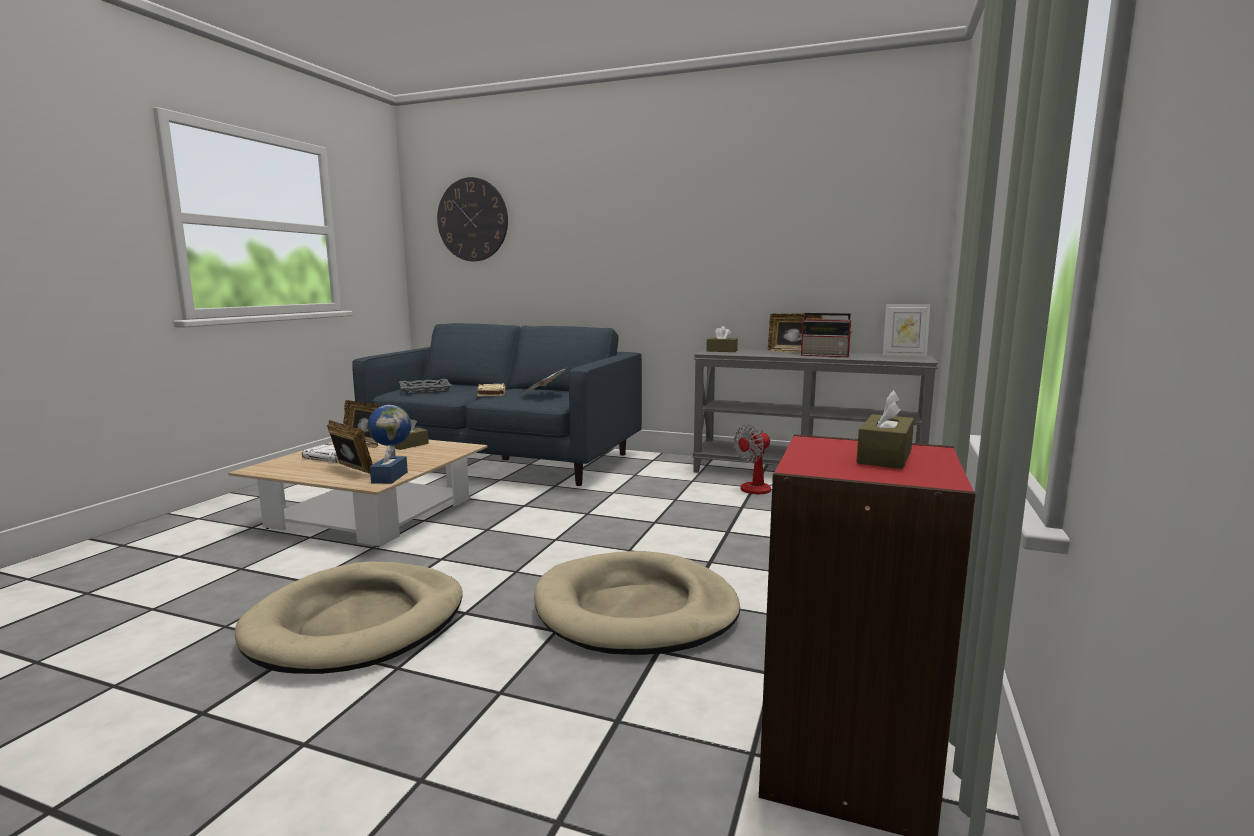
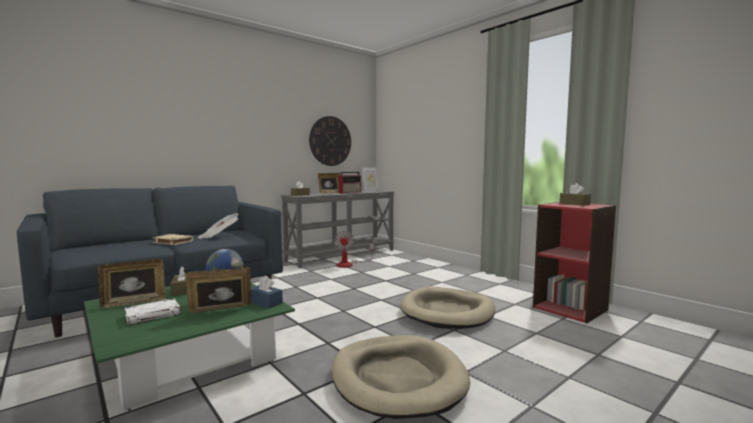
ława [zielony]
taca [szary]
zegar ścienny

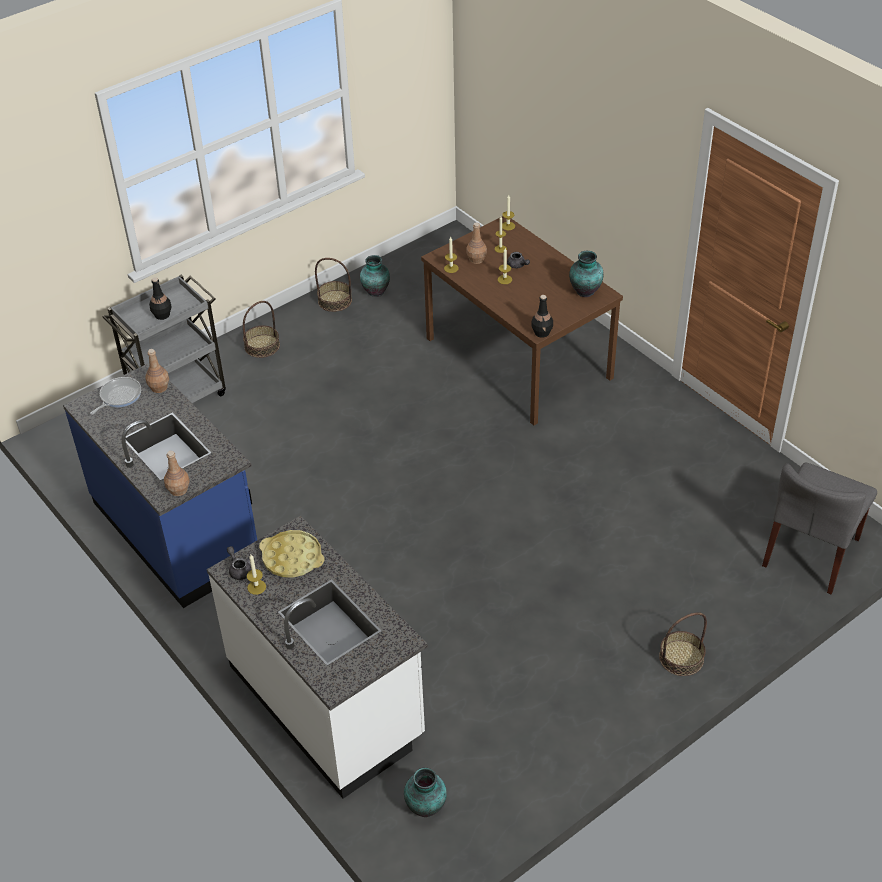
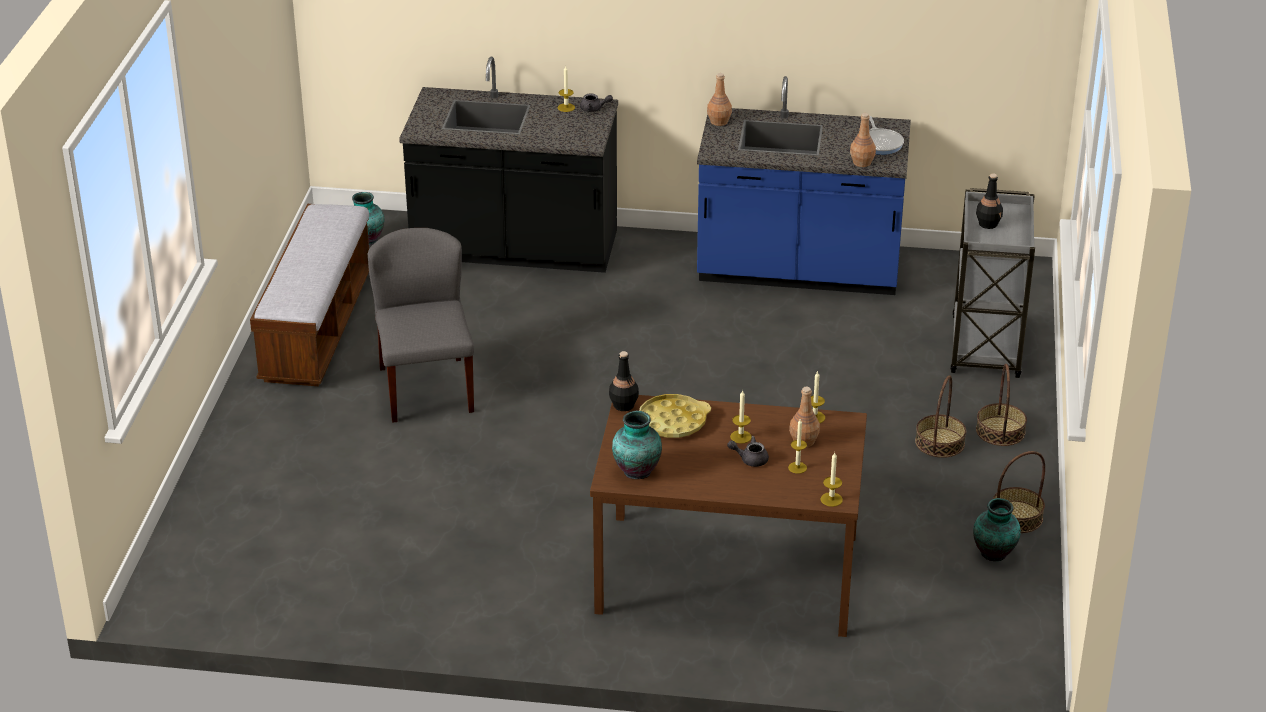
zabudowa kuchenna [czarny]
taca [żółty]
koszyk (1st from left)
krzesło [szary]
ławka

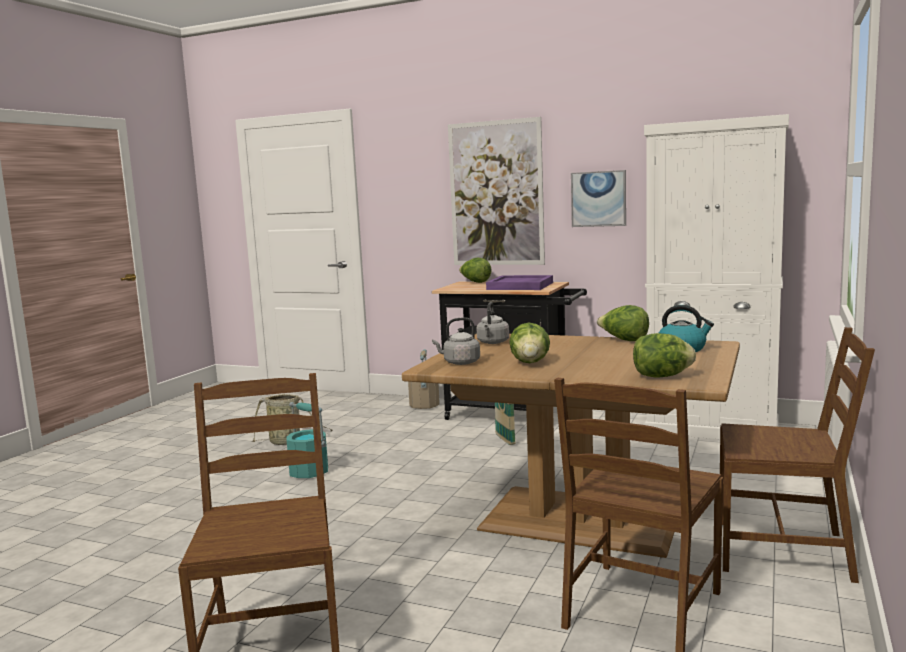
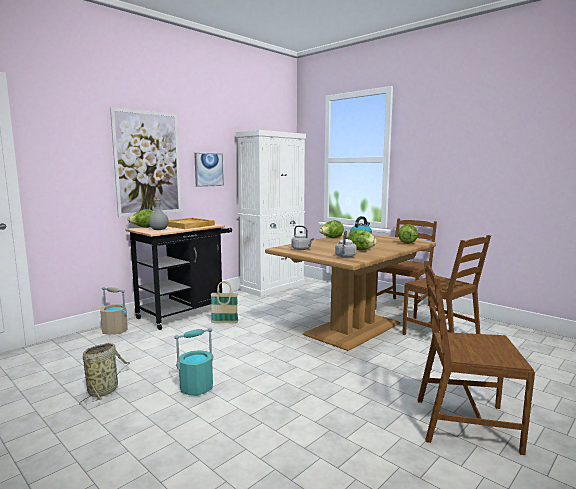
taca [beżowy]
butelka [szary]

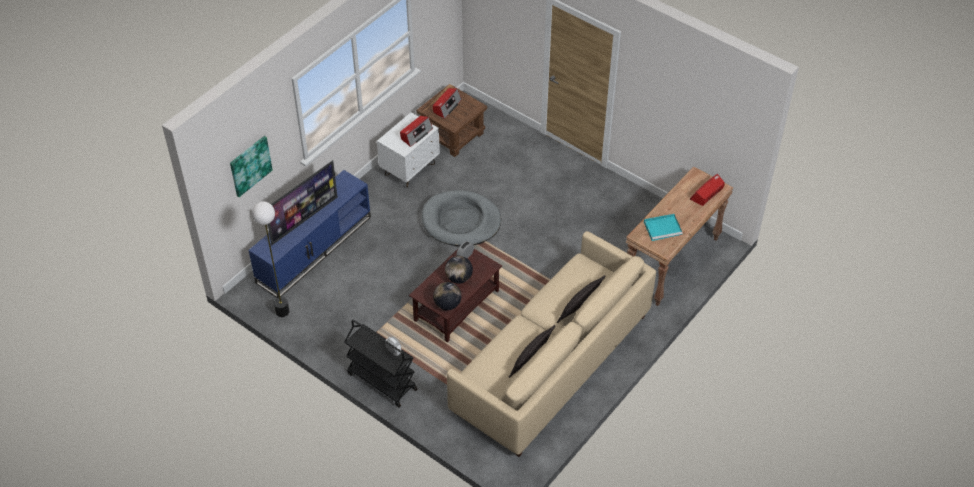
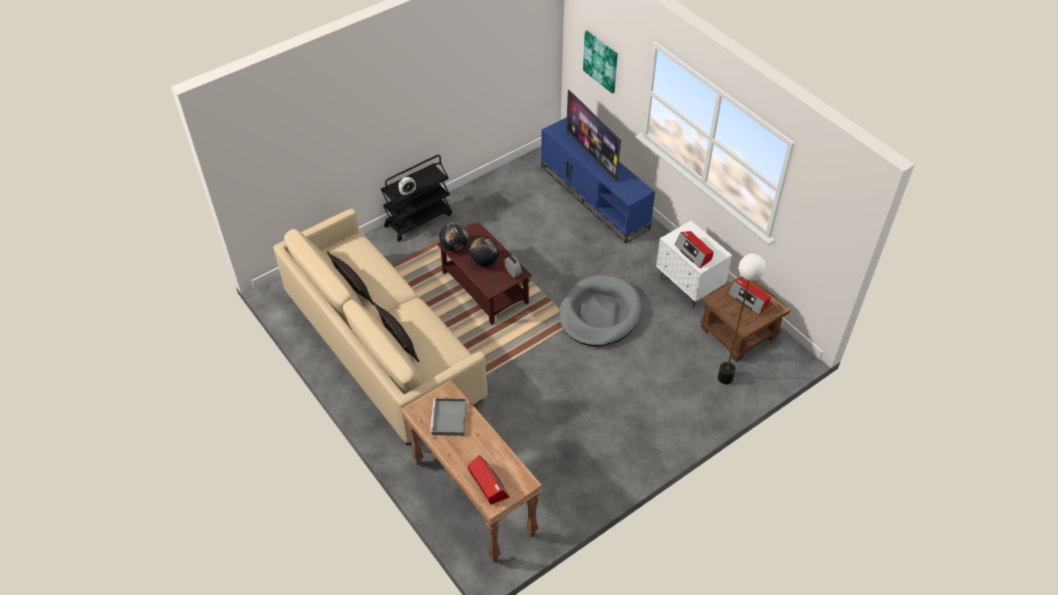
lampa stojąca
taca [szary]

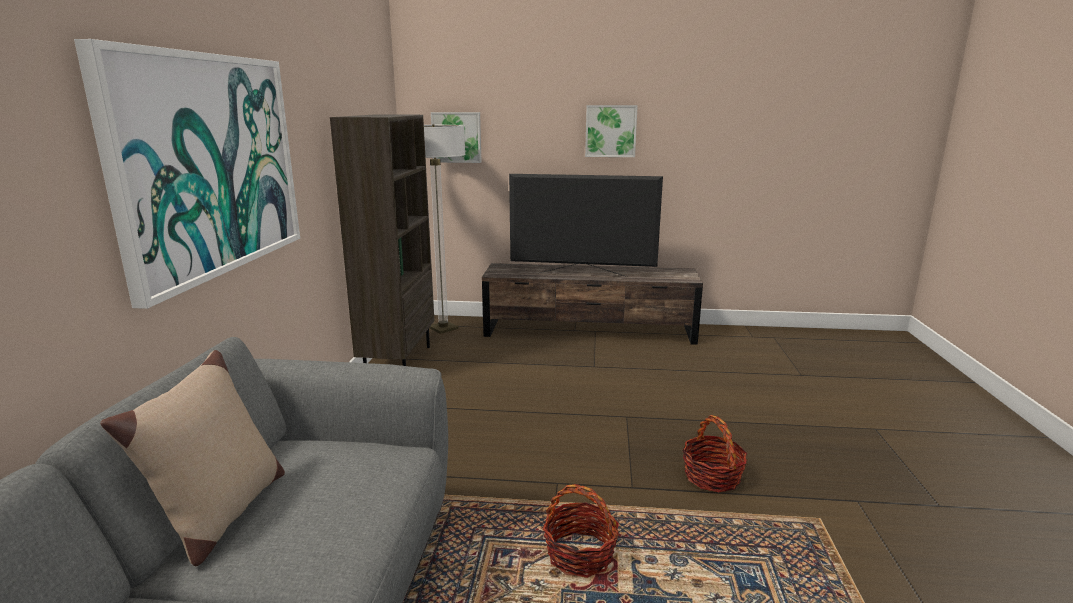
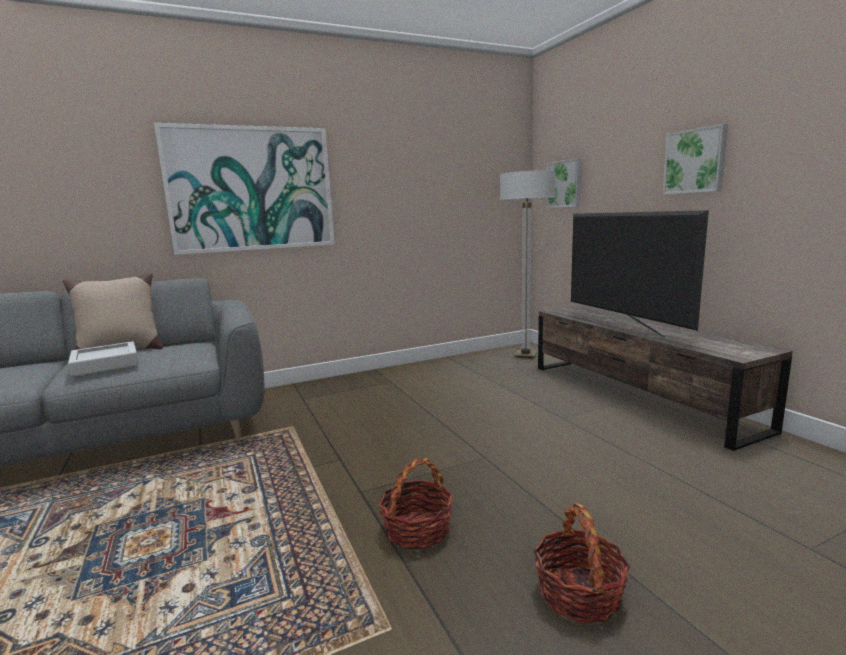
regał [brązowy]
koszyk (2nd from left)
taca [szary]

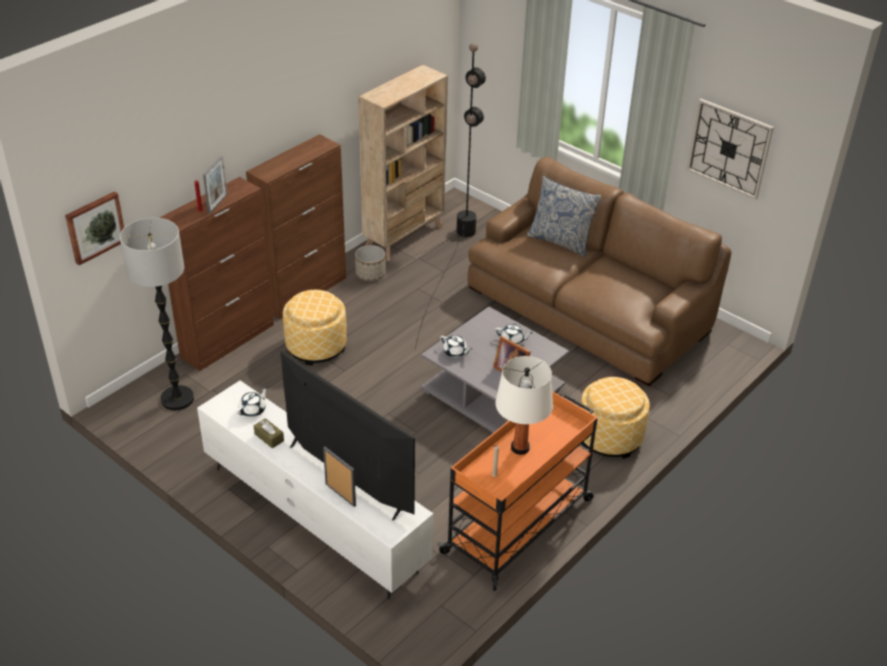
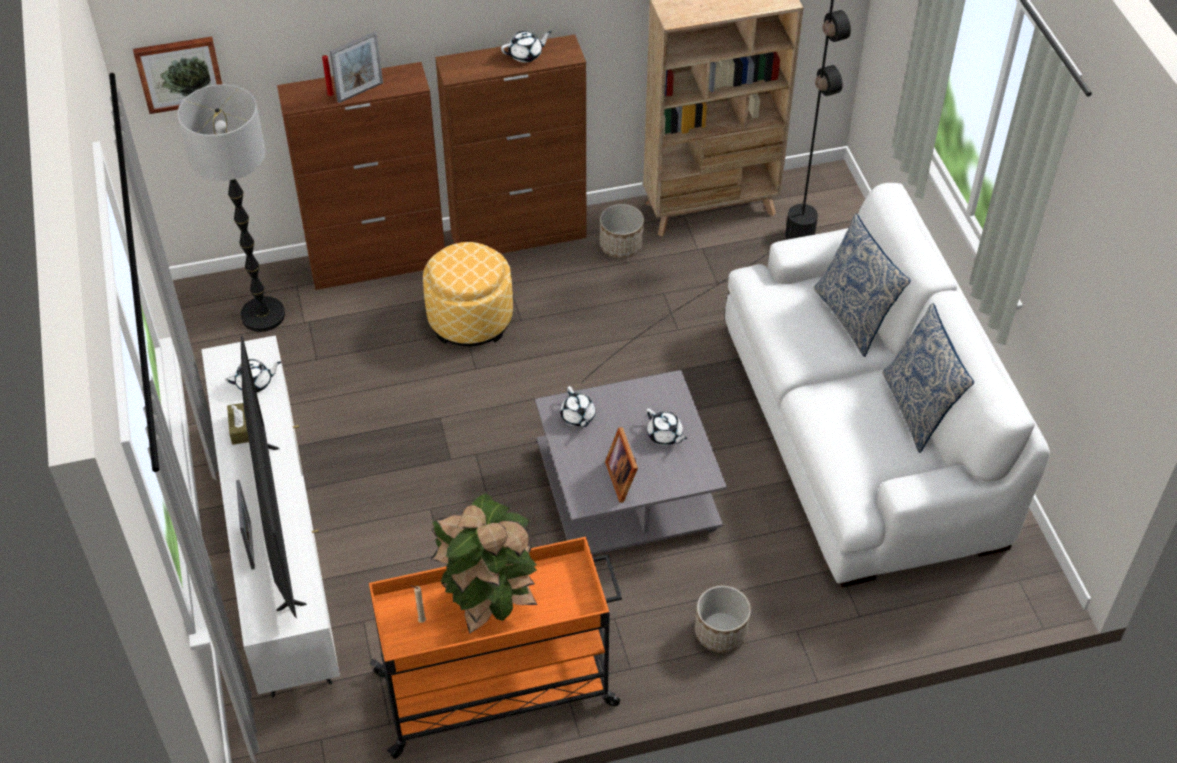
kanapa [biały]
roślina doniczkowa
donica (2nd from left)
zegar ścienny
imbryk [biały] (2nd from left)
poduszka (2nd from left)

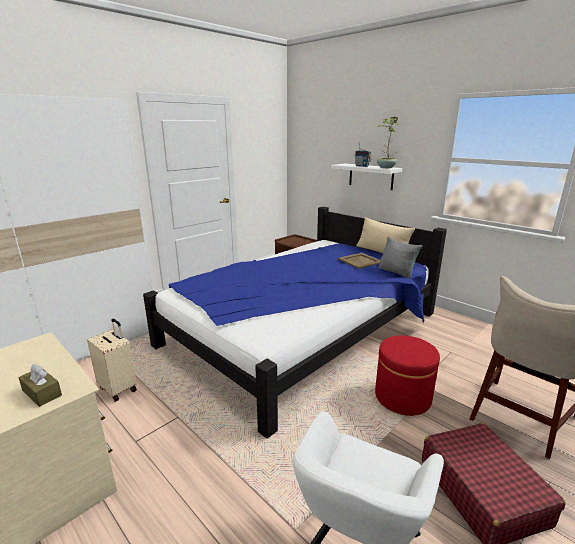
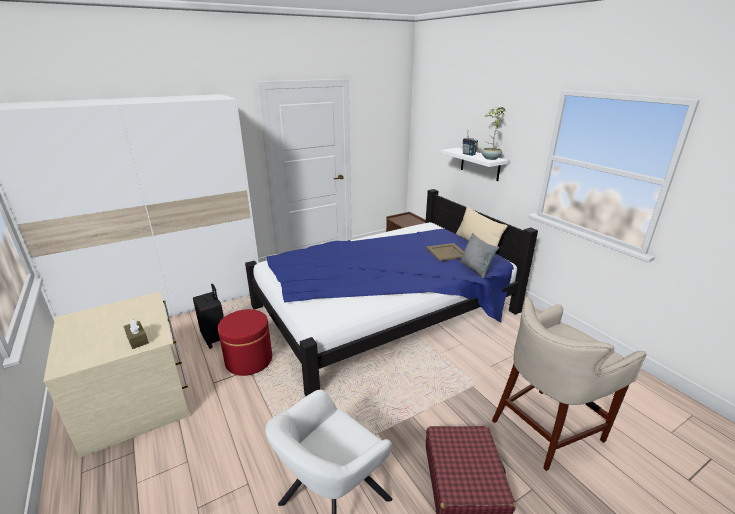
walizka [czarny]
pufa [czerwony]

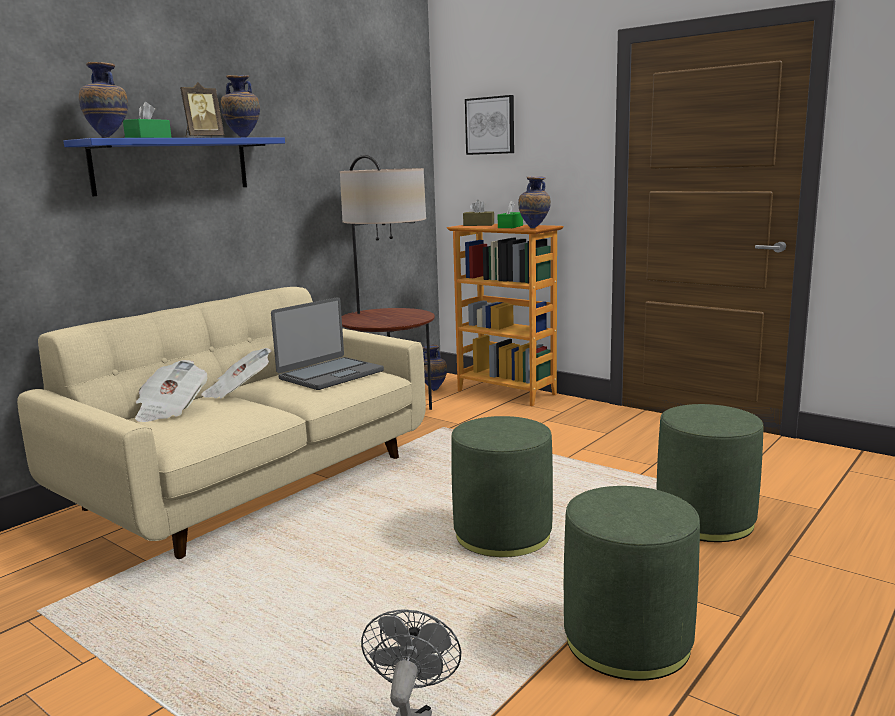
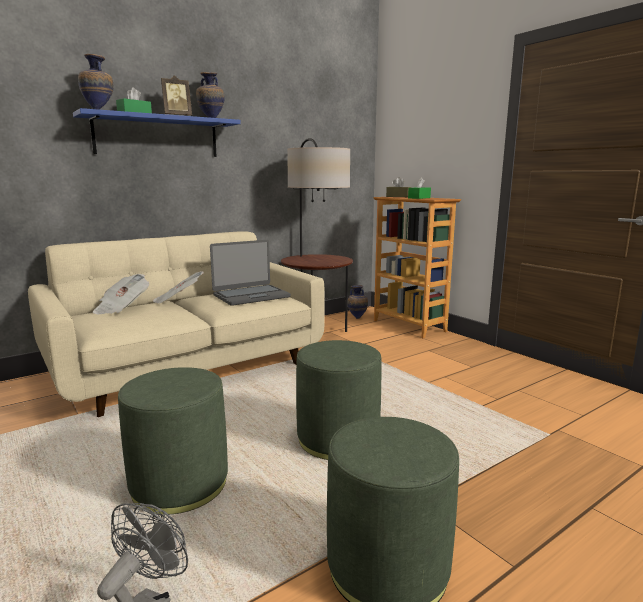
obraz
wazon (4th from left in the first image)
pufa [zielony] (1st from left)

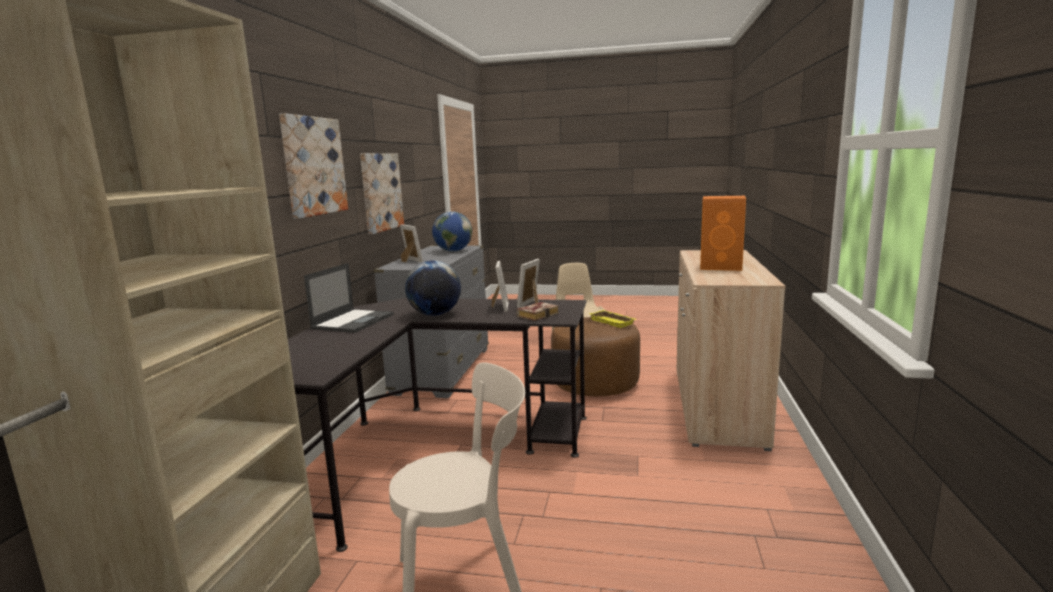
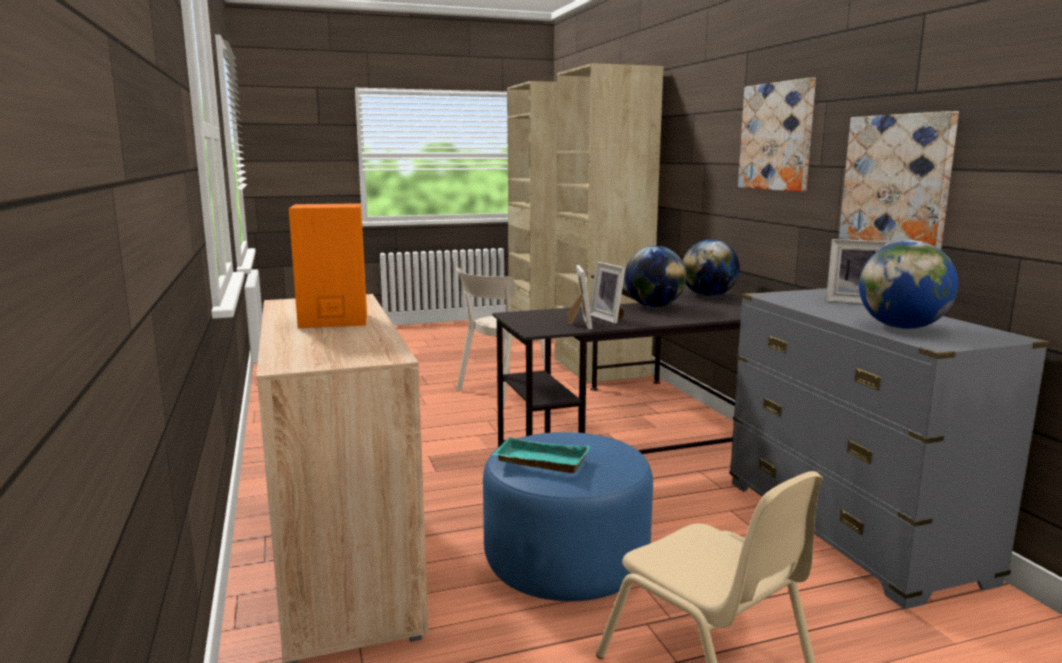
globus (2nd from left)
książka
pufa [niebieski]
taca [turkusowy]

